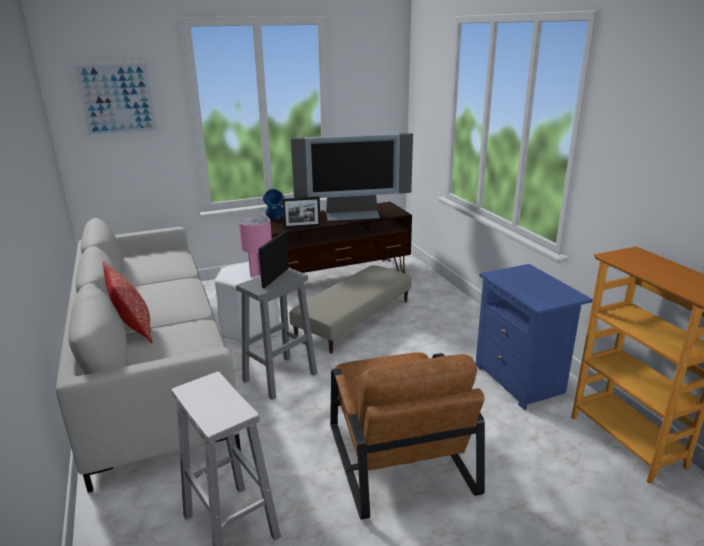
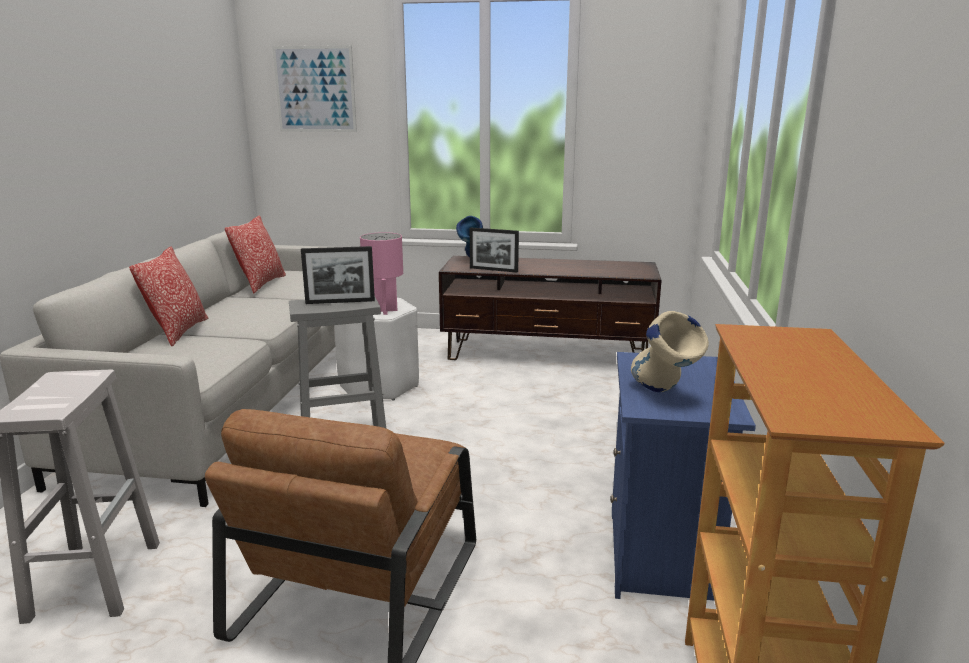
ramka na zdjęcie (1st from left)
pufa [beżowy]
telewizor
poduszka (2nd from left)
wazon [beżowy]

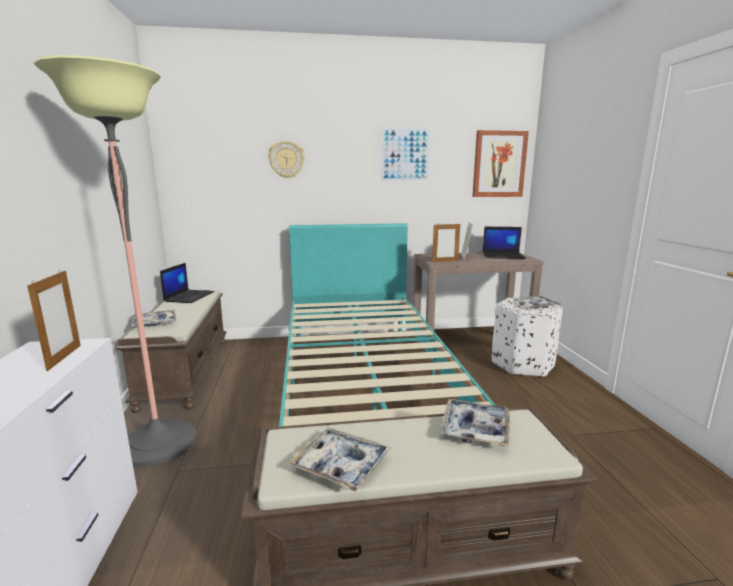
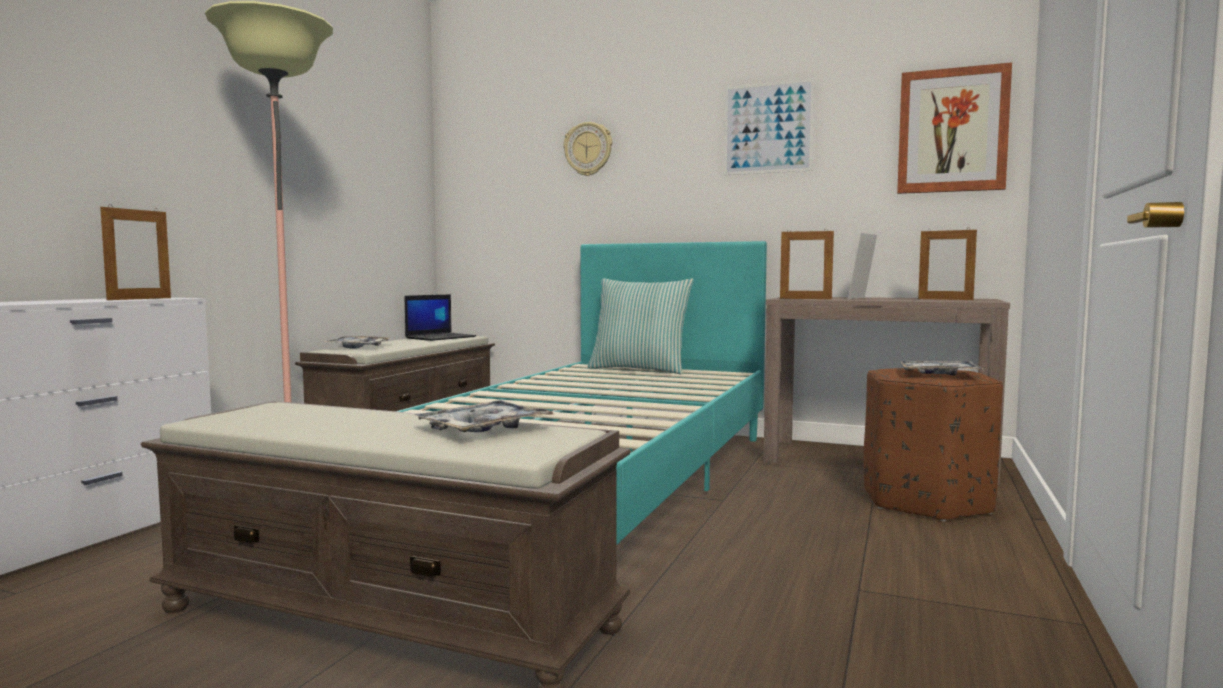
taca (2nd from left in the first image)
ramka na zdjęcie (4th from left)
pufa [brązowy]
poduszka

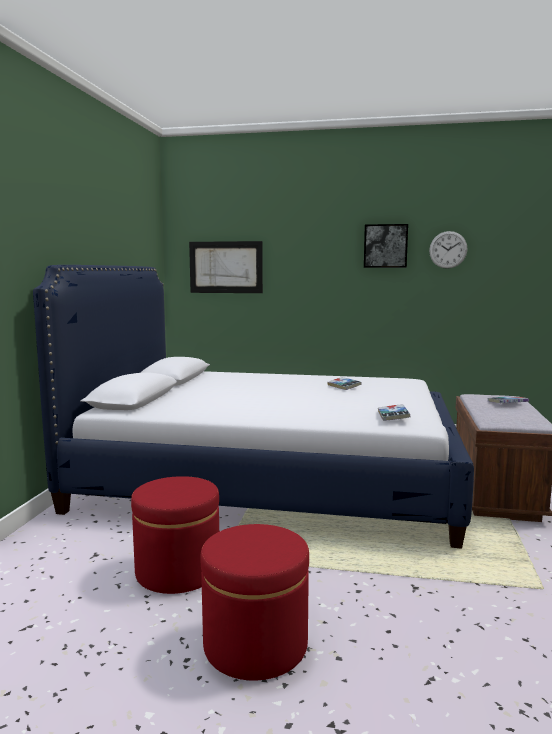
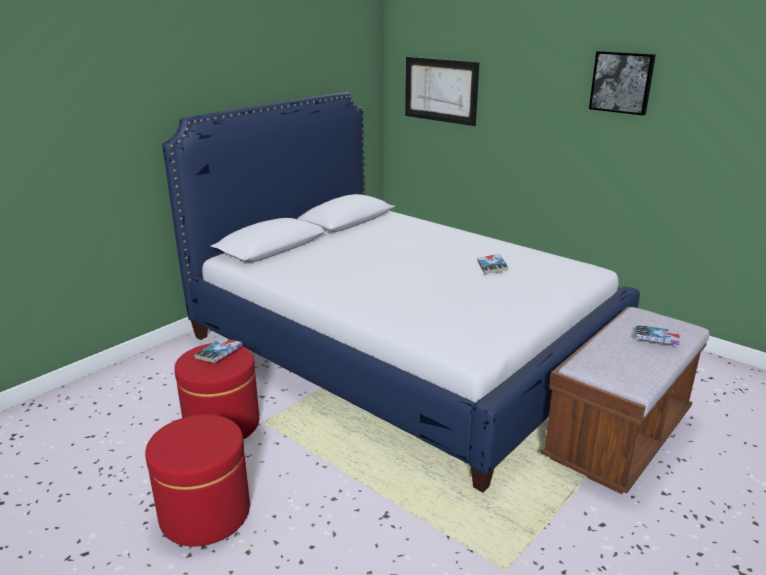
książka (1st from left)
zegar ścienny

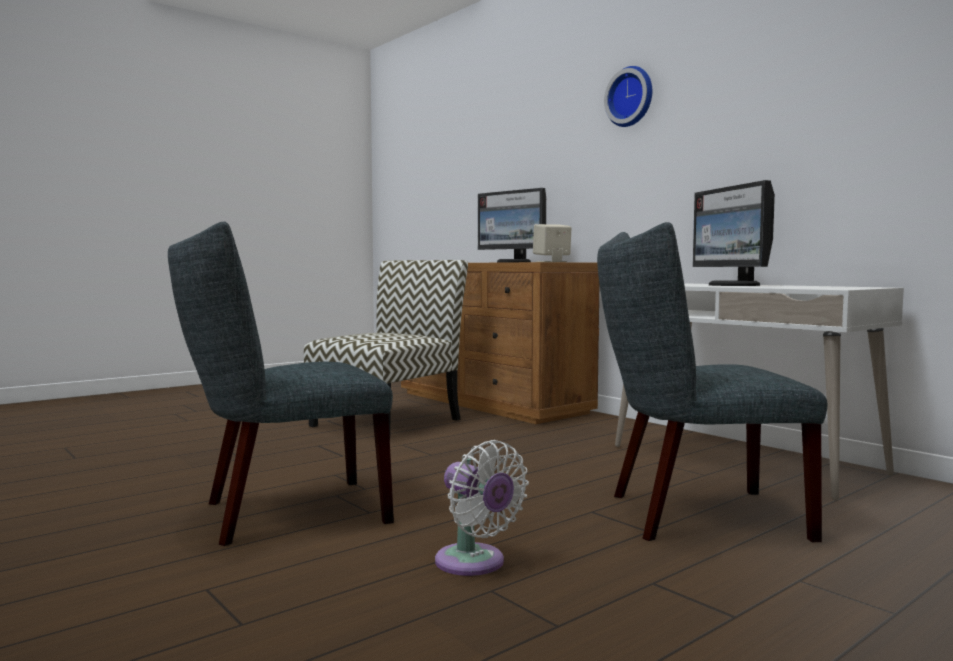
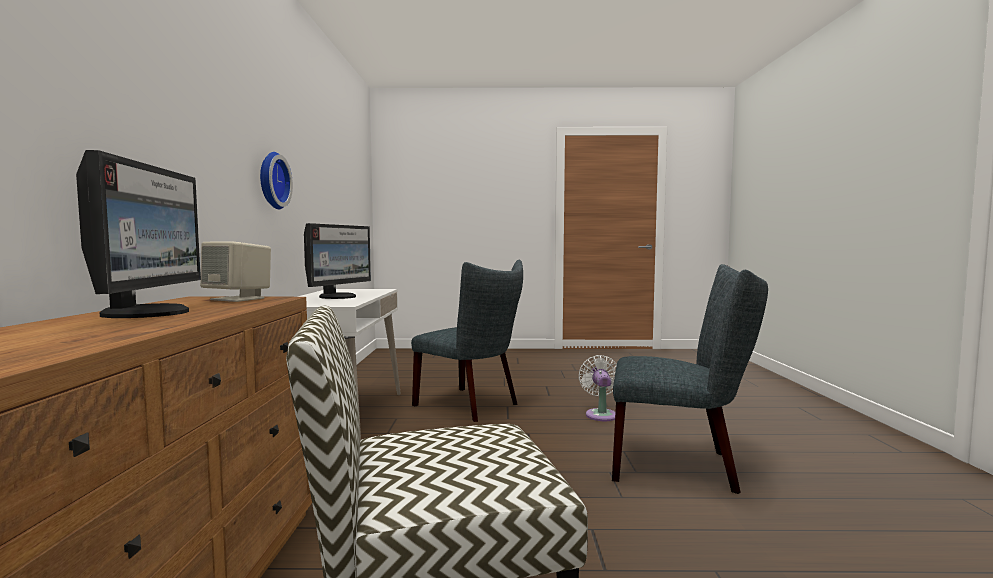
zegar ścienny

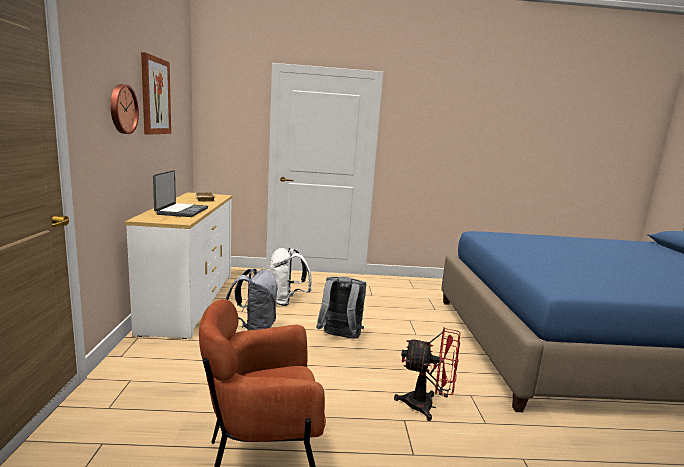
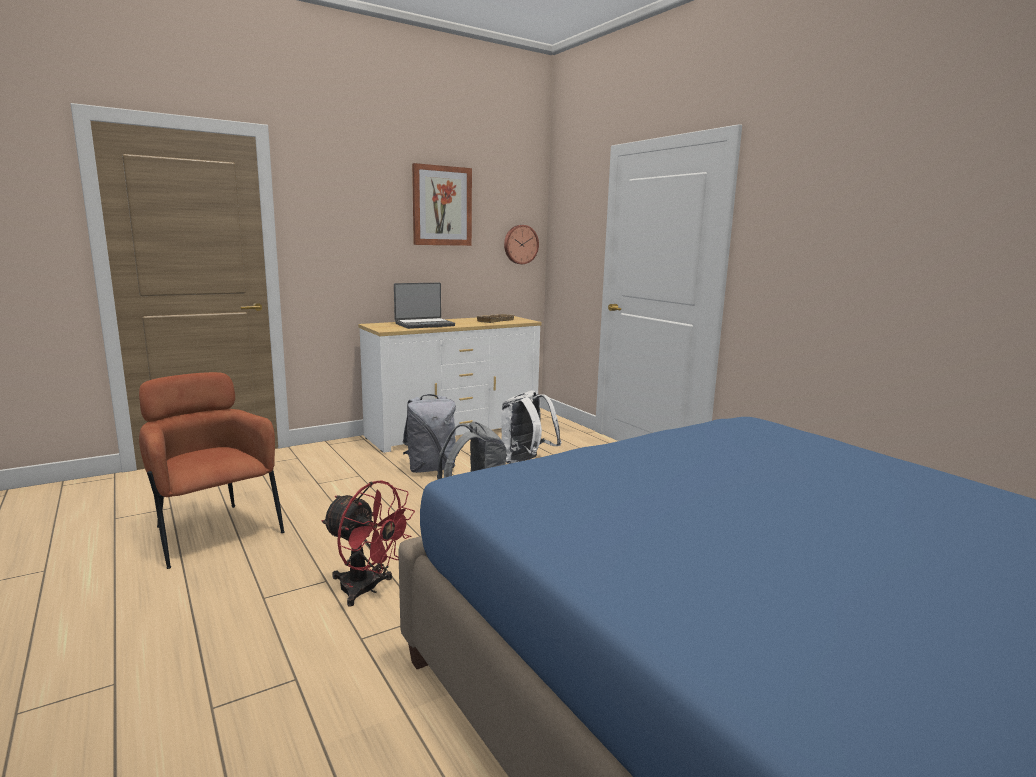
zegar ścienny
wentylator [czerwony]

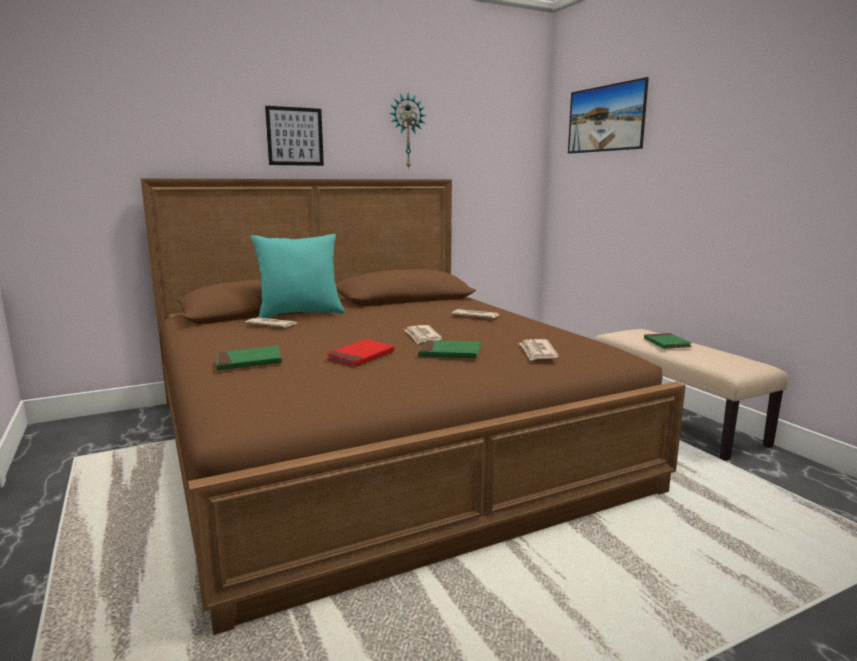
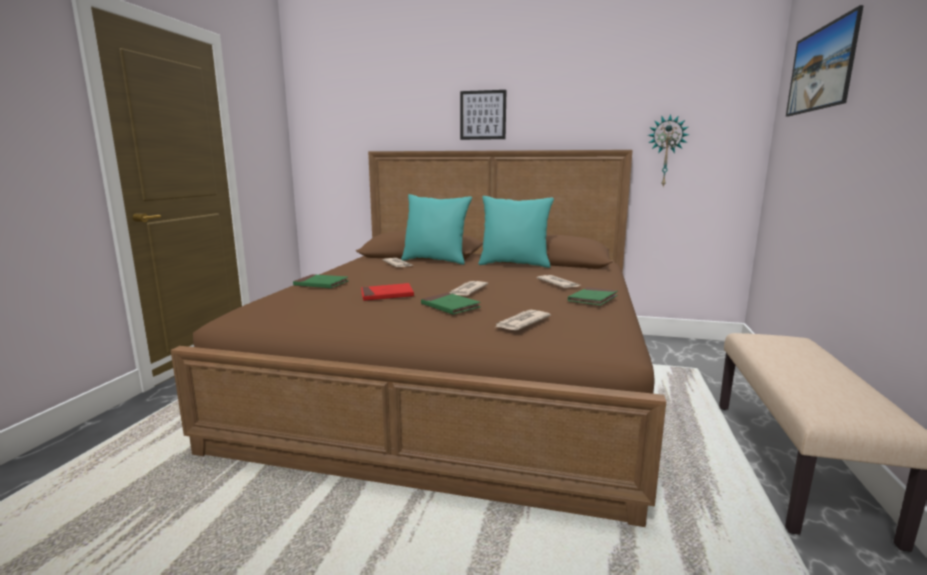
zegar ścienny
książka [zielony] (3rd from left)
poduszka [turkusowy] (2nd from left)

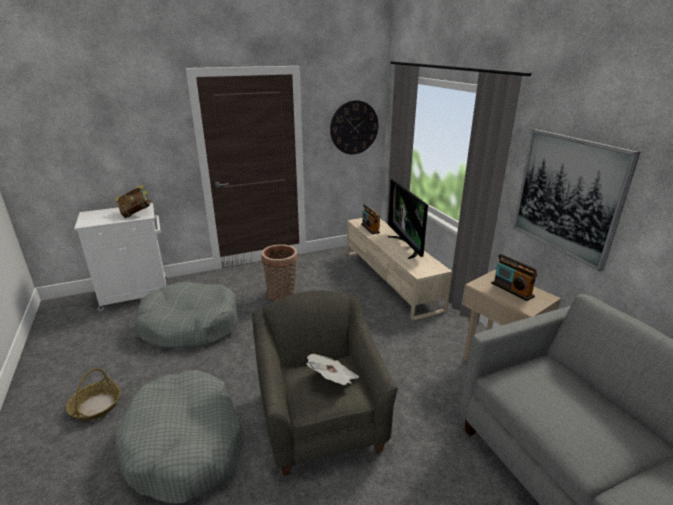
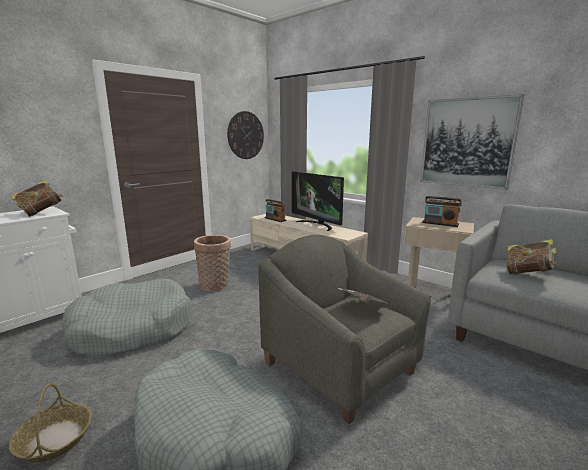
książka (2nd from left)

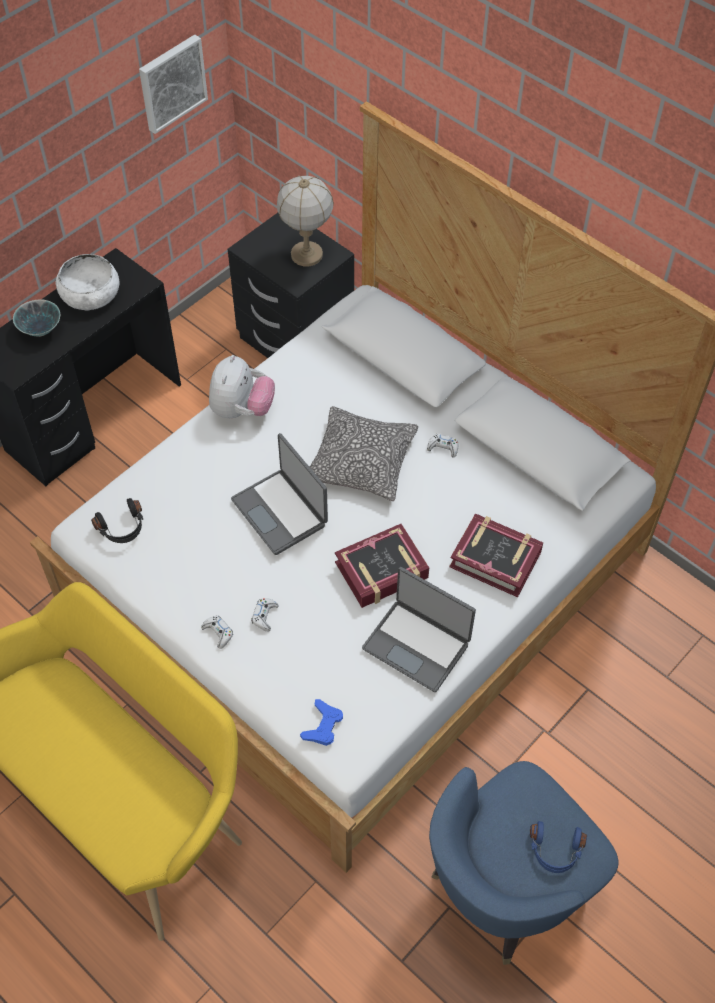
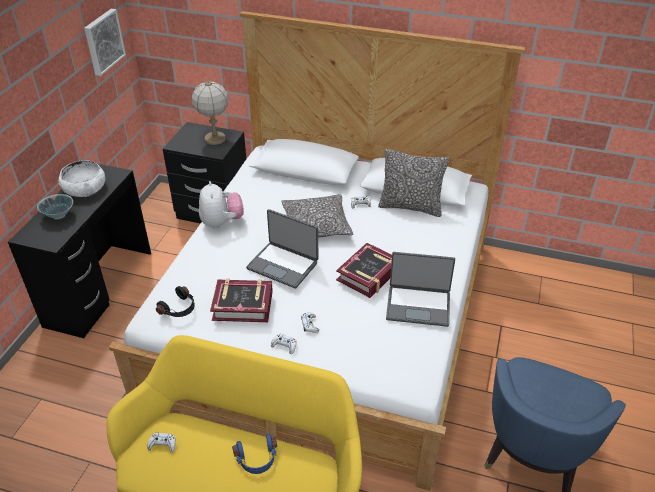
pad do gier [niebieski]
książka (1st from left)
słuchawki [niebieski]
pad do gier [biały] (1st from left)
poduszka (2nd from left)

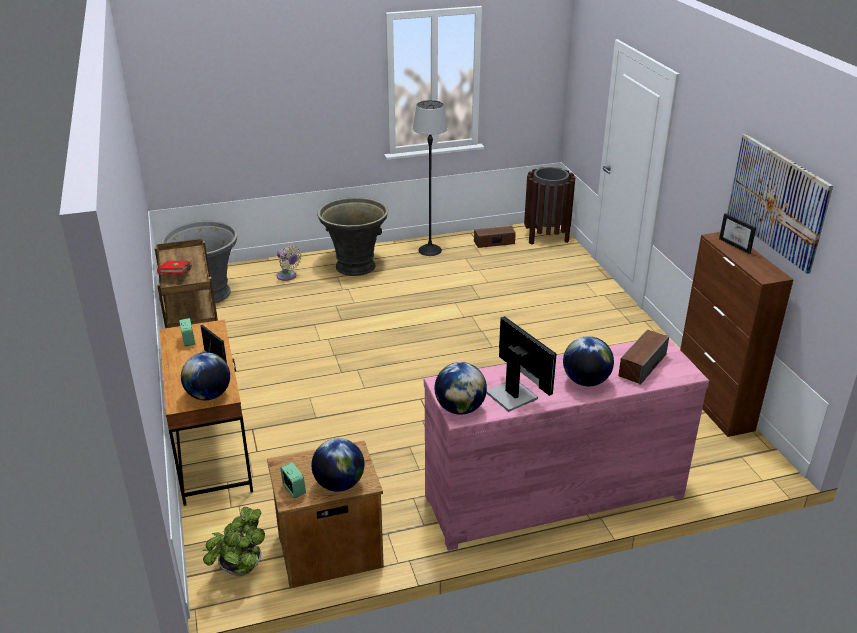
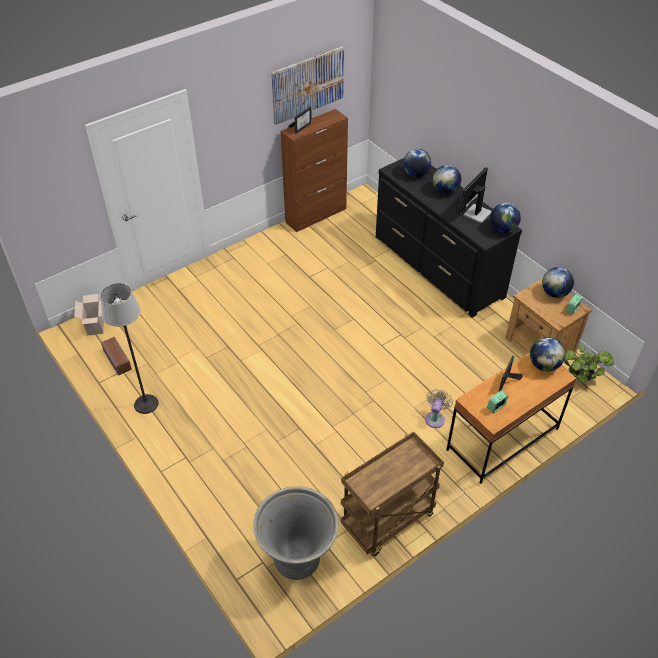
książka [czerwony]
wentylator [beżowy]
donica [szary] (2nd from left in the first image)
komoda [czarny]
karton
globus (1st from left)

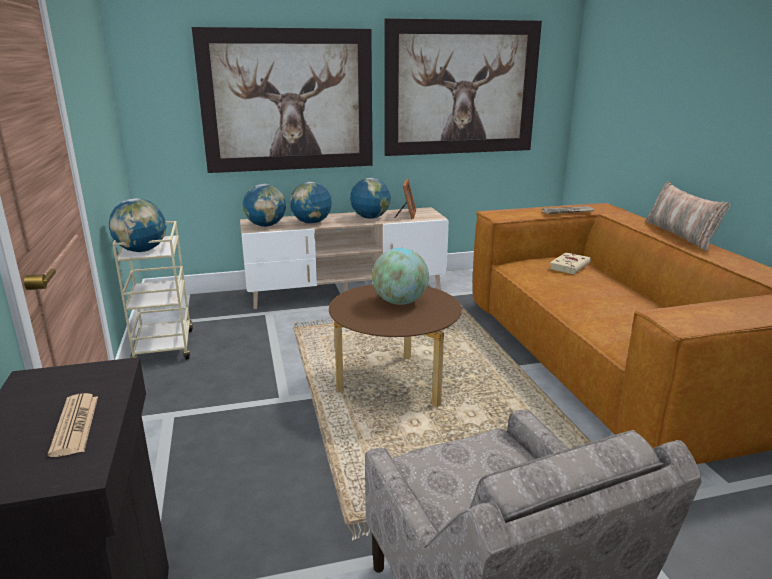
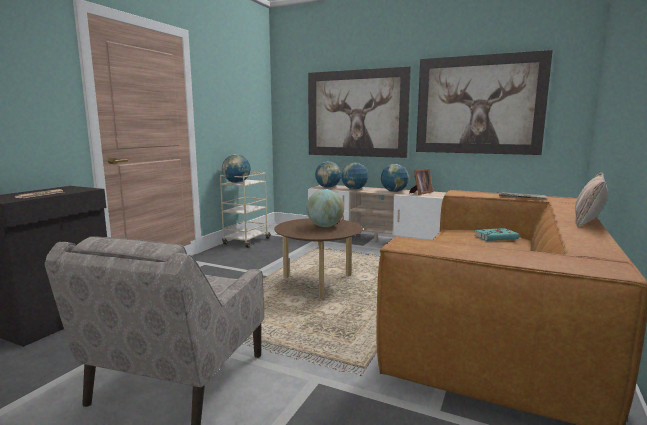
książka [turkusowy]

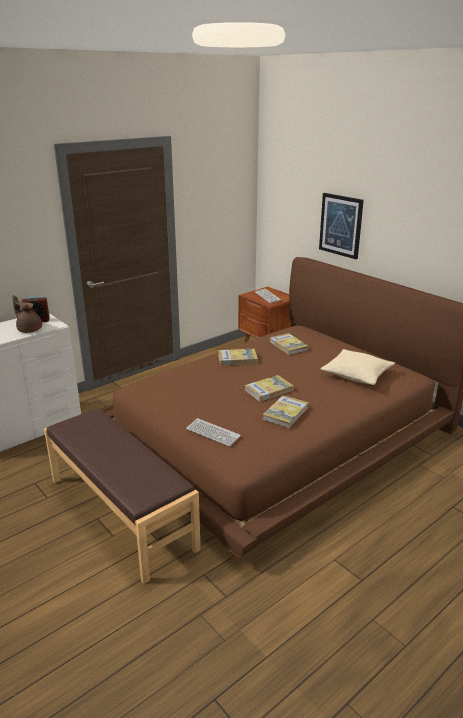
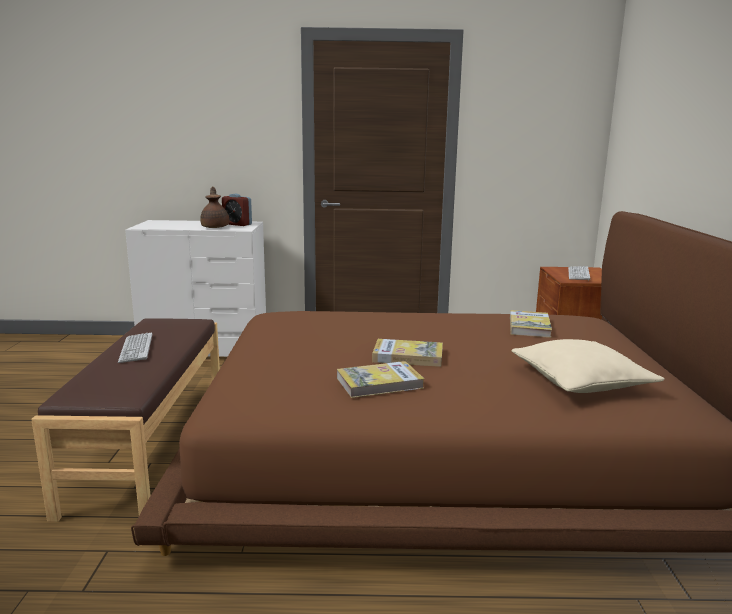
klawiatura (1st from left)
książka (1st from left in the first image)
obraz

